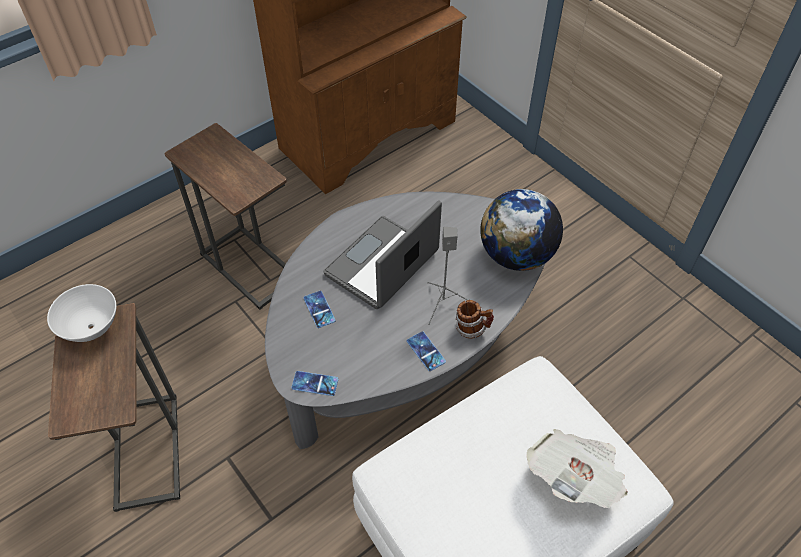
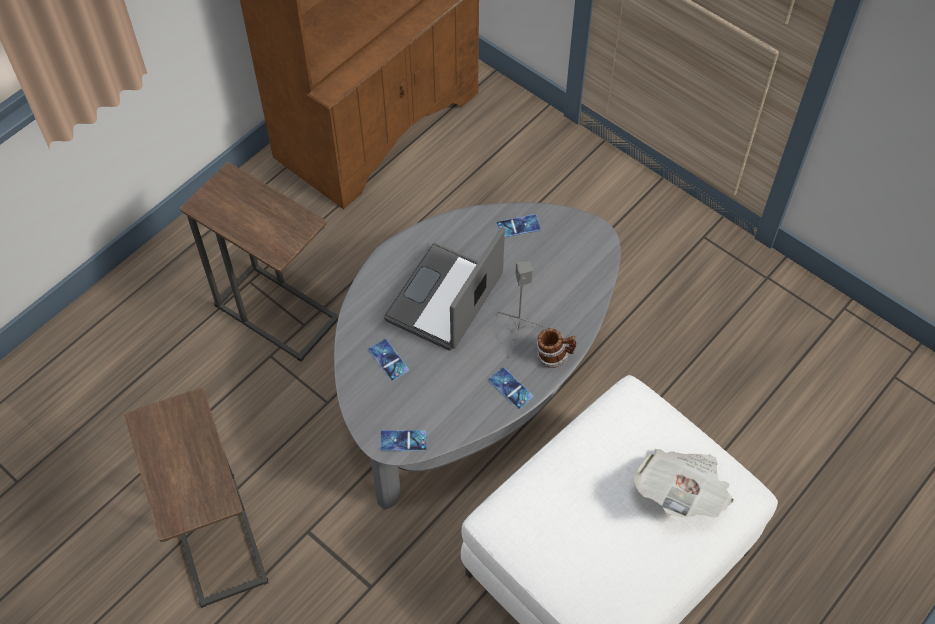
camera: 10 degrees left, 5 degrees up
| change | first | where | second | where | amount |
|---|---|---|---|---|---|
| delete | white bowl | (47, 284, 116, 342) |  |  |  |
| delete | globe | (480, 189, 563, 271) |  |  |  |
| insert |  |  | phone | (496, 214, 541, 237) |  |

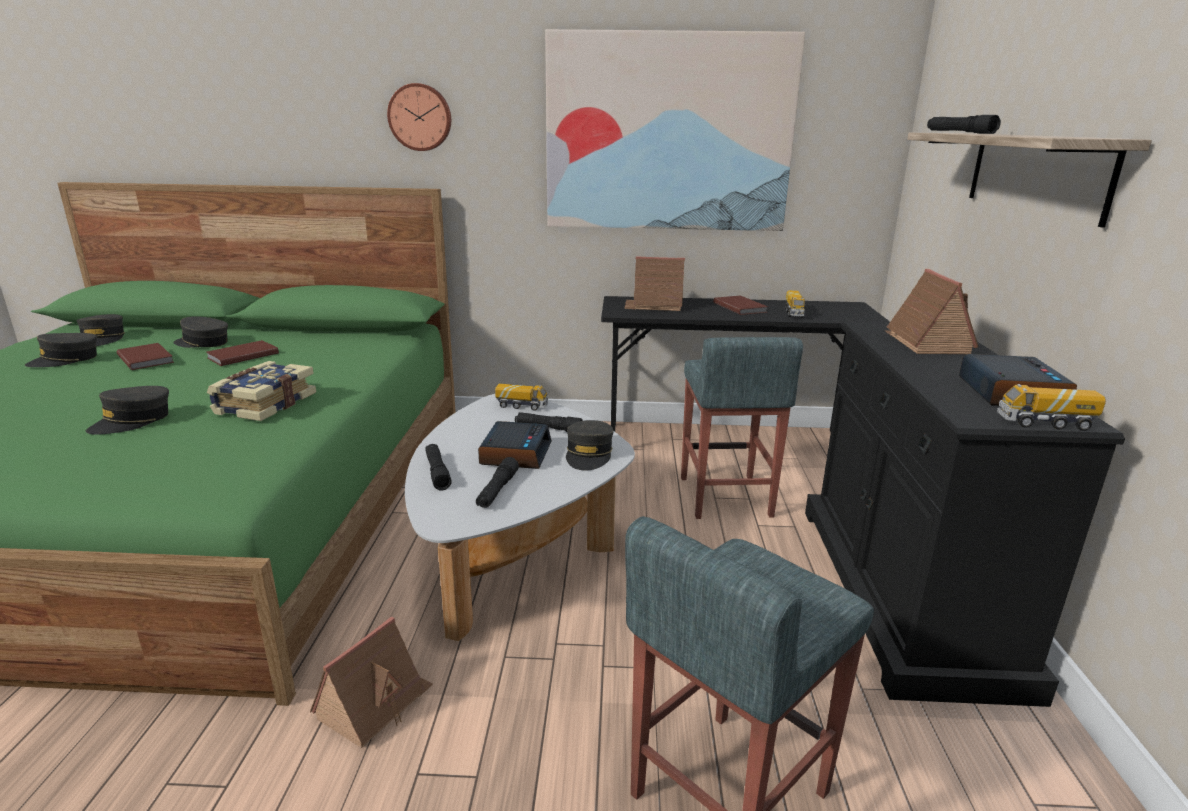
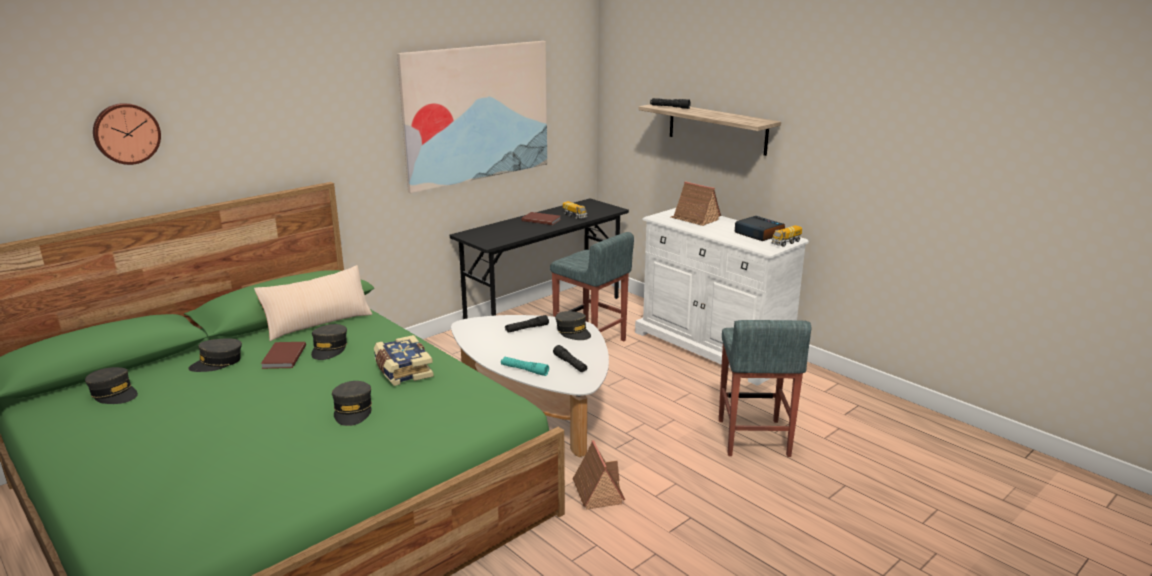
camera: 45 degrees left, 0 degrees up
| change | first | where | second | where | amount |
|---|---|---|---|---|---|
| delete | brown book | (117, 343, 174, 370) |  |  |  |
| delete | alarm clock | (478, 421, 552, 469) |  |  |  |
| delete | toy truck | (495, 384, 548, 411) |  |  |  |
| delete | toy house | (624, 256, 685, 311) |  |  |  |
| insert |  |  | beige pillow | (254, 265, 372, 341) |  |
| move | grey cap | (25, 333, 97, 367) |  | (311, 324, 347, 360) |  |
| move | wall clock | (387, 83, 451, 151) |  | (93, 103, 161, 165) |  |
| recolor | black flashlight | (425, 444, 452, 491) | turquoise flashlight | (501, 357, 549, 376) |  |
| recolor | black dresser | (805, 322, 1125, 707) | white dresser | (635, 208, 809, 386) |  |

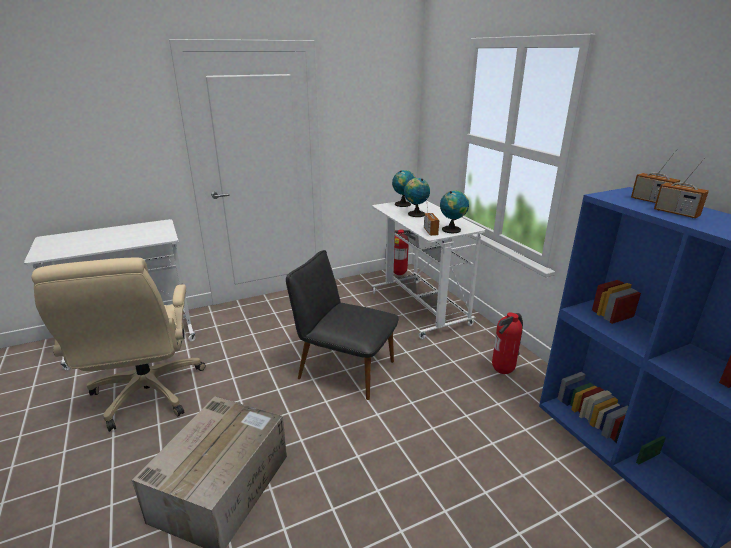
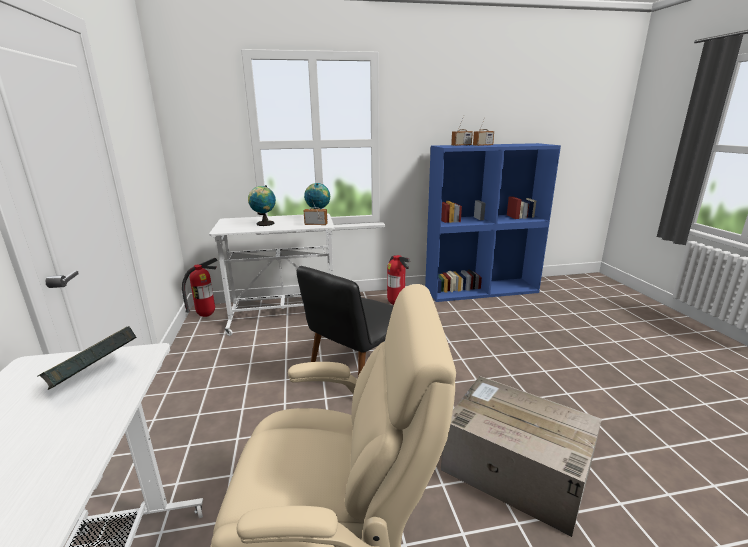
camera: 75 degrees left, 5 degrees down
| change | first | where | second | where | amount |
|---|---|---|---|---|---|
| delete | globe | (392, 170, 416, 207) |  |  |  |
| insert |  |  | book | (38, 326, 137, 390) |  |

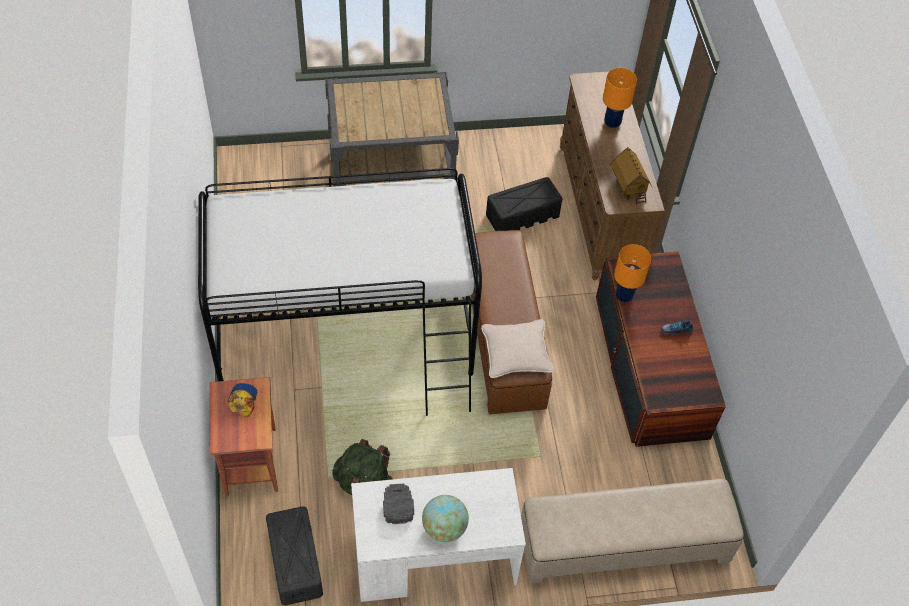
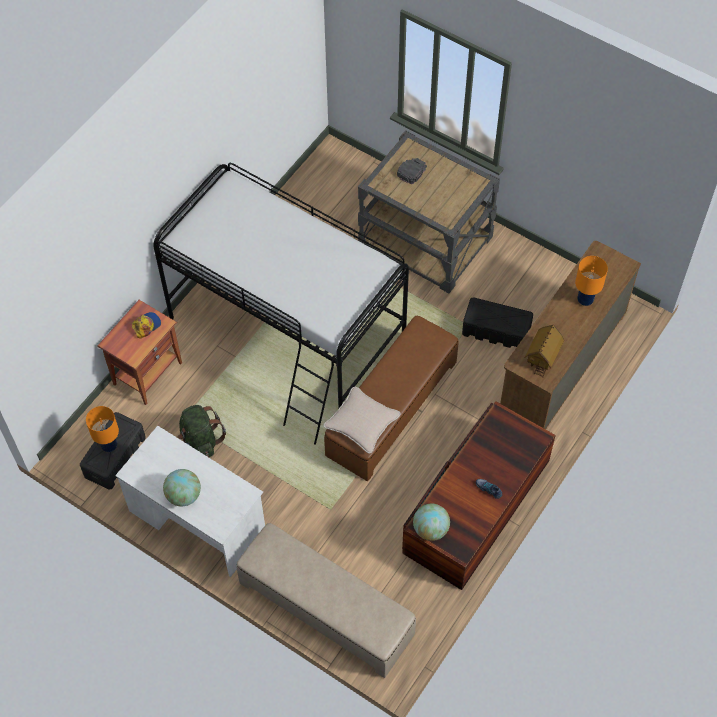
camera: 45 degrees right, 5 degrees up
| change | first | where | second | where | amount |
|---|---|---|---|---|---|
| insert |  |  | globe | (413, 504, 450, 541) |  |
| move | black cap | (383, 483, 414, 524) |  | (397, 158, 427, 184) |  |
| move | orange table lamp | (614, 244, 651, 302) |  | (86, 406, 119, 452) |  |

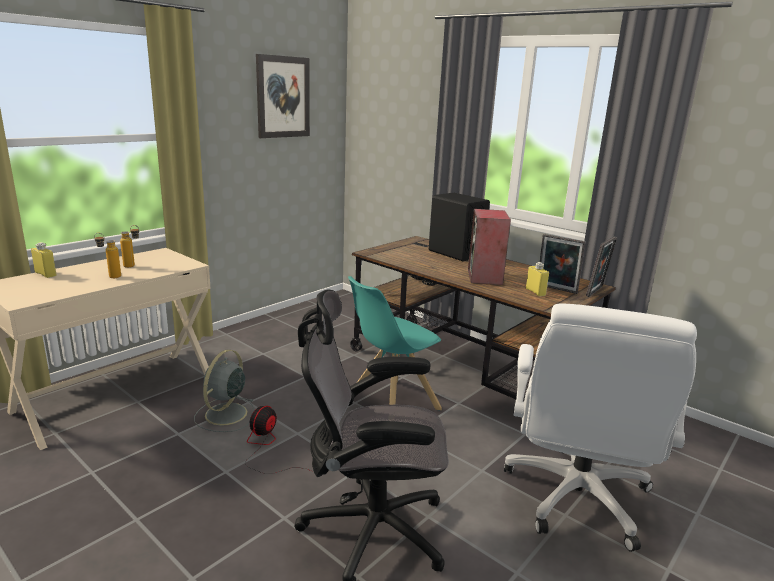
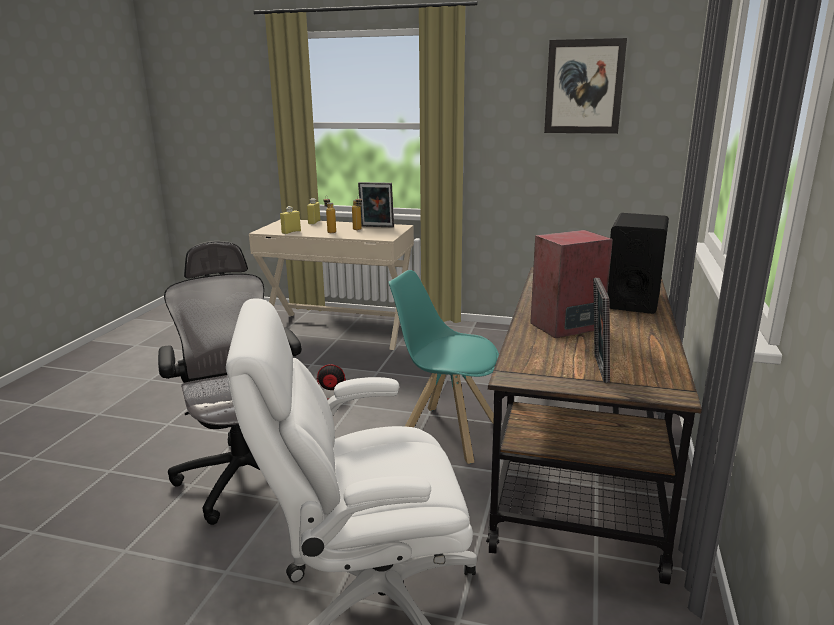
camera: 65 degrees right, 0 degrees up
| change | first | where | second | where | amount |
|---|---|---|---|---|---|
| delete | grey fan | (194, 350, 254, 432) |  |  |  |
| move | yellow bottle | (526, 262, 549, 296) |  | (280, 206, 301, 234) |  |
| move | picture frame | (586, 236, 617, 297) |  | (358, 182, 394, 228) |  |

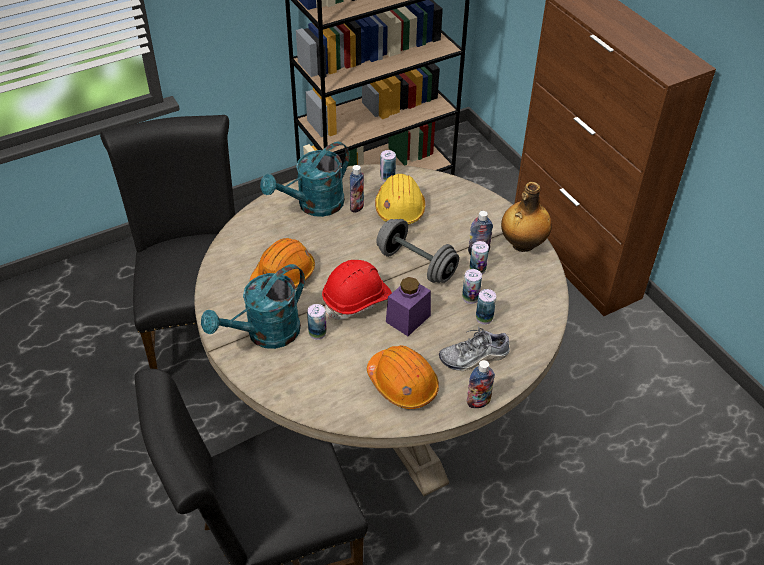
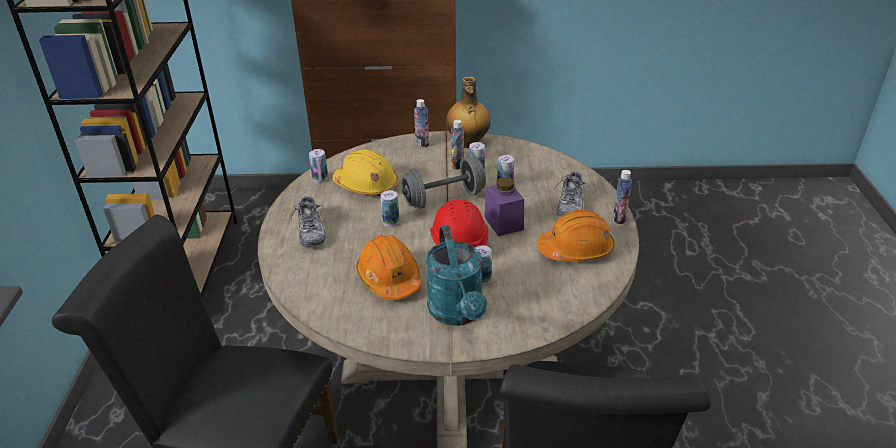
camera: 60 degrees left, 10 degrees down
| change | first | where | second | where | amount |
|---|---|---|---|---|---|
| move | bottle | (350, 165, 364, 213) |  | (414, 99, 429, 147) |  |
| move | can | (476, 289, 496, 325) |  | (380, 190, 399, 227) |  |
| replace | turquoise watering can | (260, 142, 350, 217) | shoe | (291, 196, 327, 247) |  |

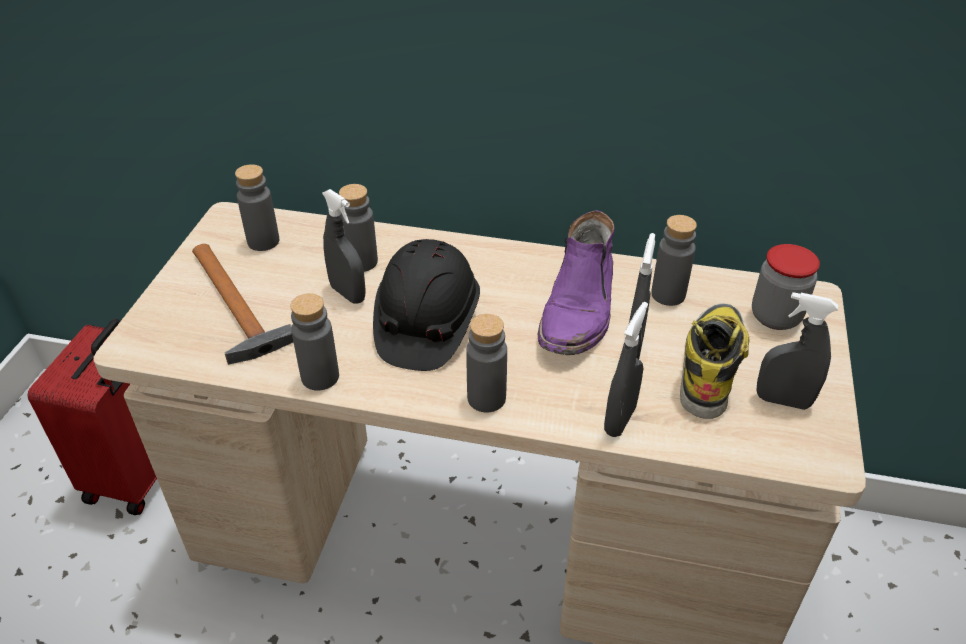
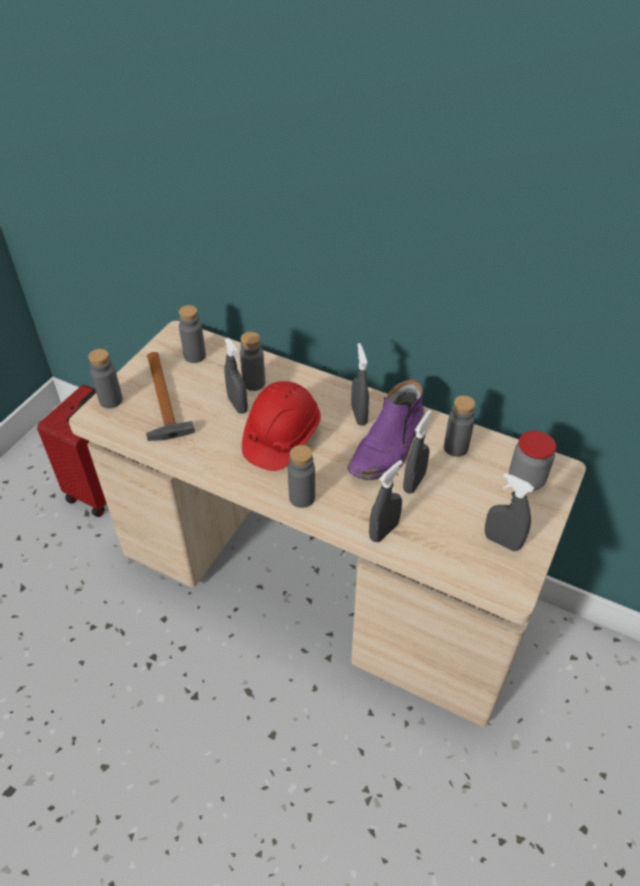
camera: 15 degrees right, 5 degrees up
| change | first | where | second | where | amount |
|---|---|---|---|---|---|
| delete | boot | (680, 303, 750, 419) |  |  |  |
| insert |  |  | grey spray bottle | (351, 343, 369, 426) |  |
| move | grey bottle | (290, 293, 339, 390) |  | (88, 349, 123, 408) |  |
| recolor | black hard hat | (373, 239, 480, 371) | red hard hat | (242, 381, 321, 471) |  |

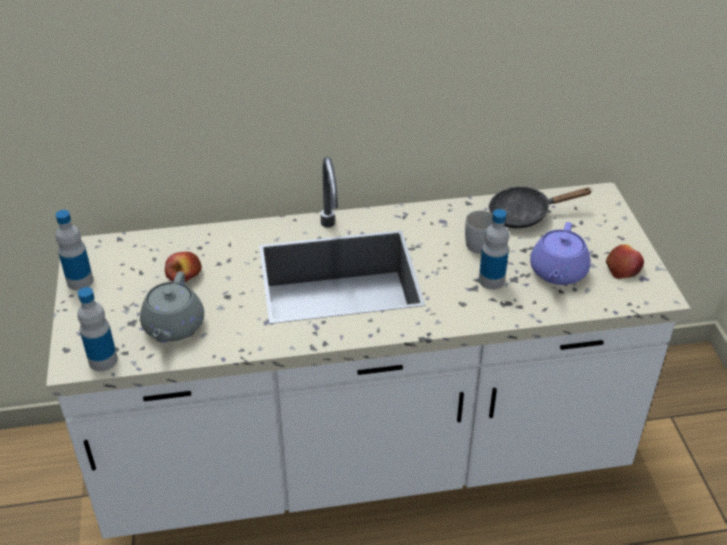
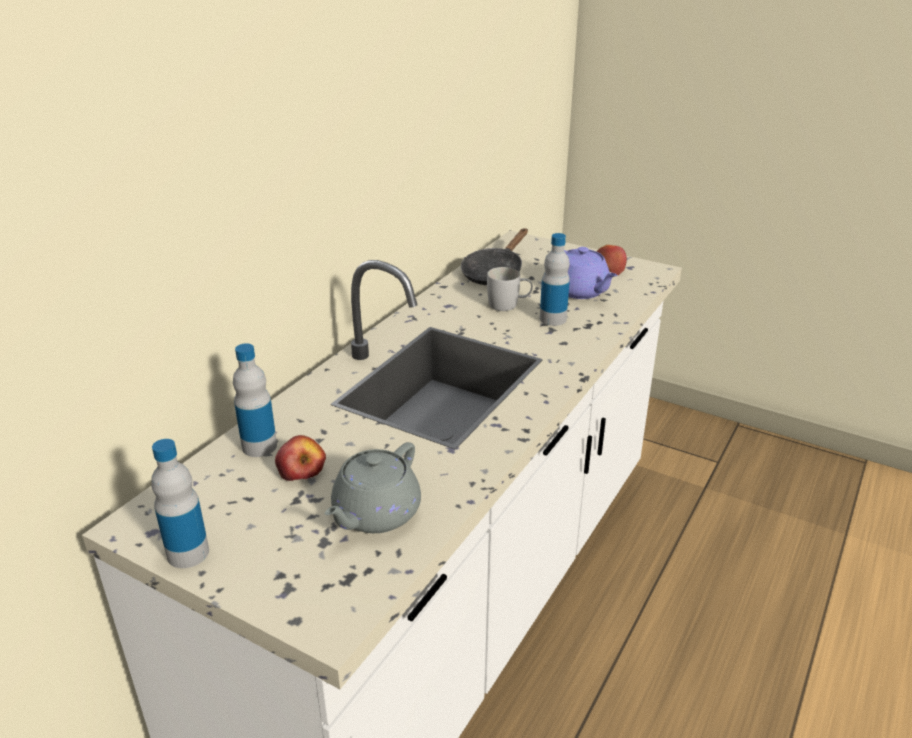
camera: 50 degrees left, 10 degrees down
| change | first | where | second | where | amount |
|---|---|---|---|---|---|
| move | bottle | (78, 287, 118, 371) |  | (233, 343, 277, 457) |  |
| rotate | grey teapot | (140, 272, 204, 343) |  | (325, 442, 421, 533) | 75 degrees clockwise |

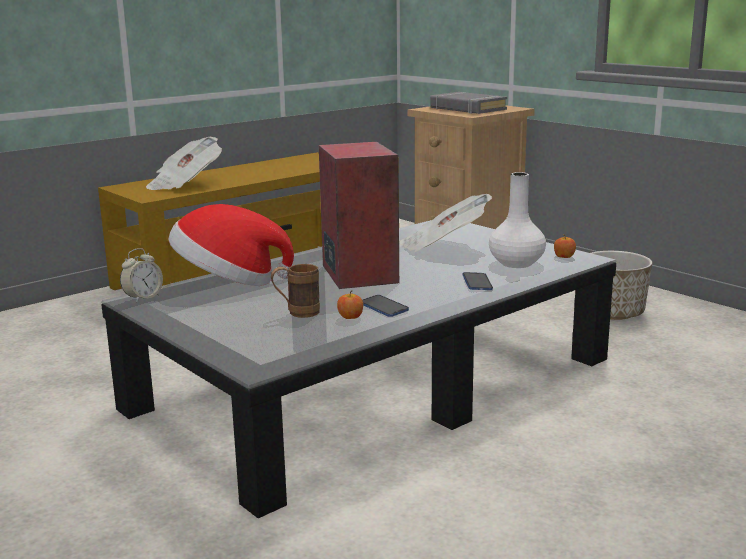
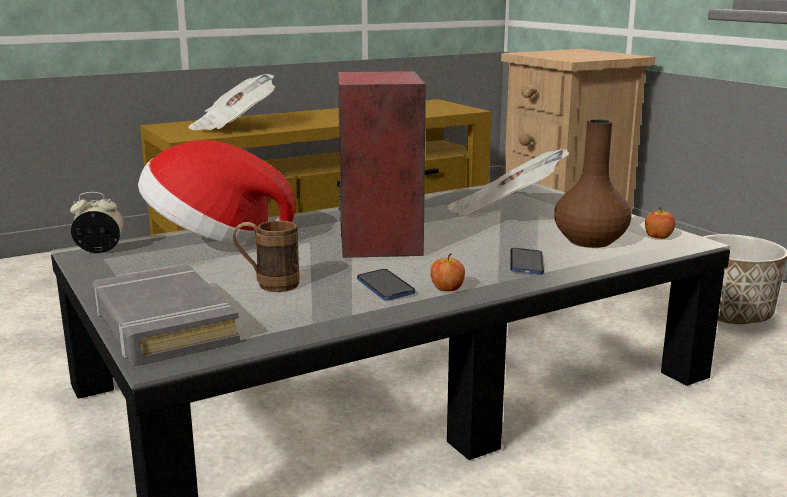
camera: 10 degrees right, 0 degrees up
| change | first | where | second | where | amount |
|---|---|---|---|---|---|
| move | apple | (337, 290, 363, 319) |  | (430, 253, 465, 291) |  |
| move | grey book | (430, 92, 507, 114) |  | (92, 264, 240, 365) |  |
| recolor | white vase | (489, 172, 546, 268) | brown vase | (554, 119, 631, 248) |  |
| rotate | alarm clock | (120, 248, 163, 303) |  | (70, 192, 124, 253) | 150 degrees counterclockwise |

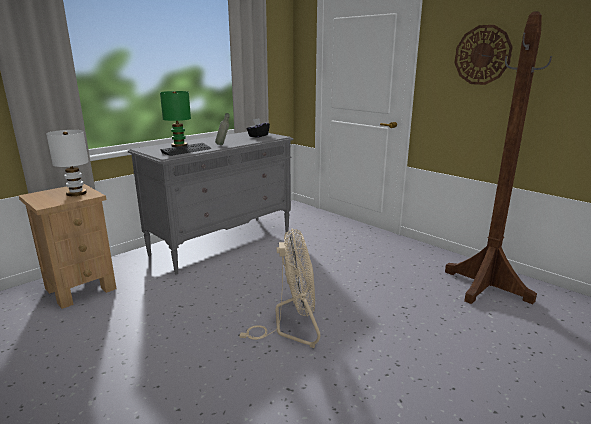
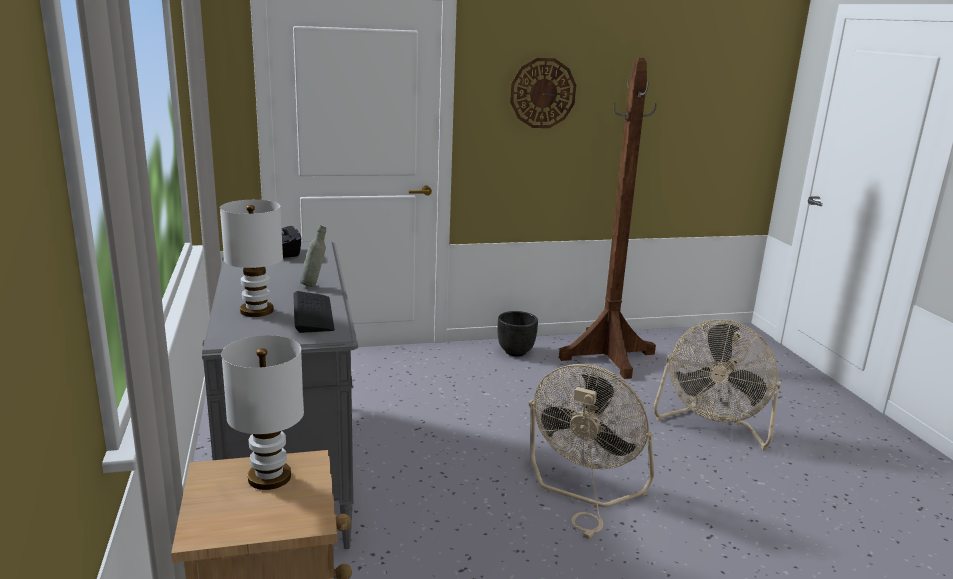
camera: 60 degrees left, 0 degrees up
| change | first | where | second | where | amount |
|---|---|---|---|---|---|
| insert |  |  | black planter | (497, 311, 538, 357) |  |
| insert |  |  | beige fan | (654, 319, 781, 450) |  |
| recolor | green table lamp | (160, 91, 191, 147) | white table lamp | (220, 200, 283, 317) |  |

